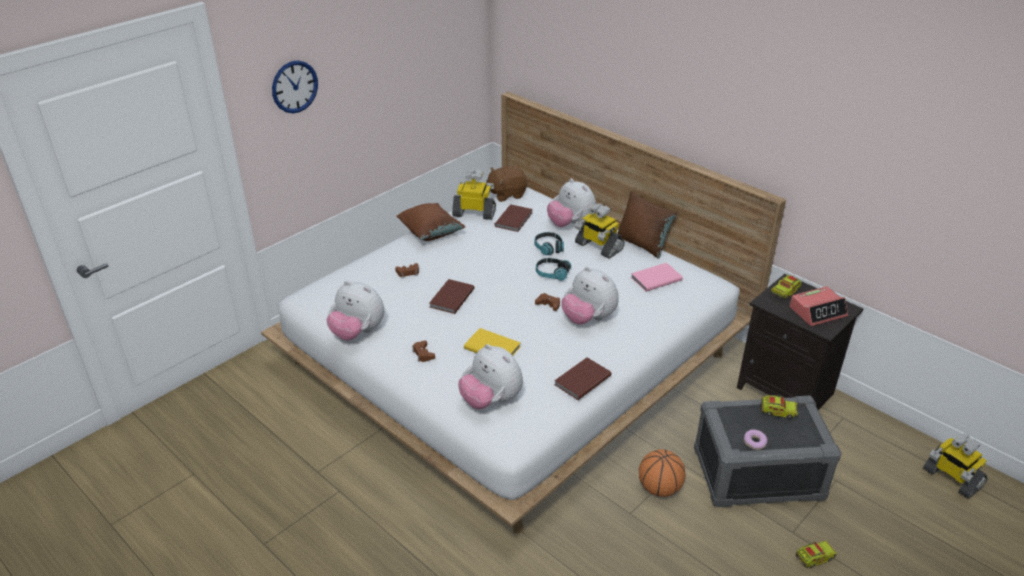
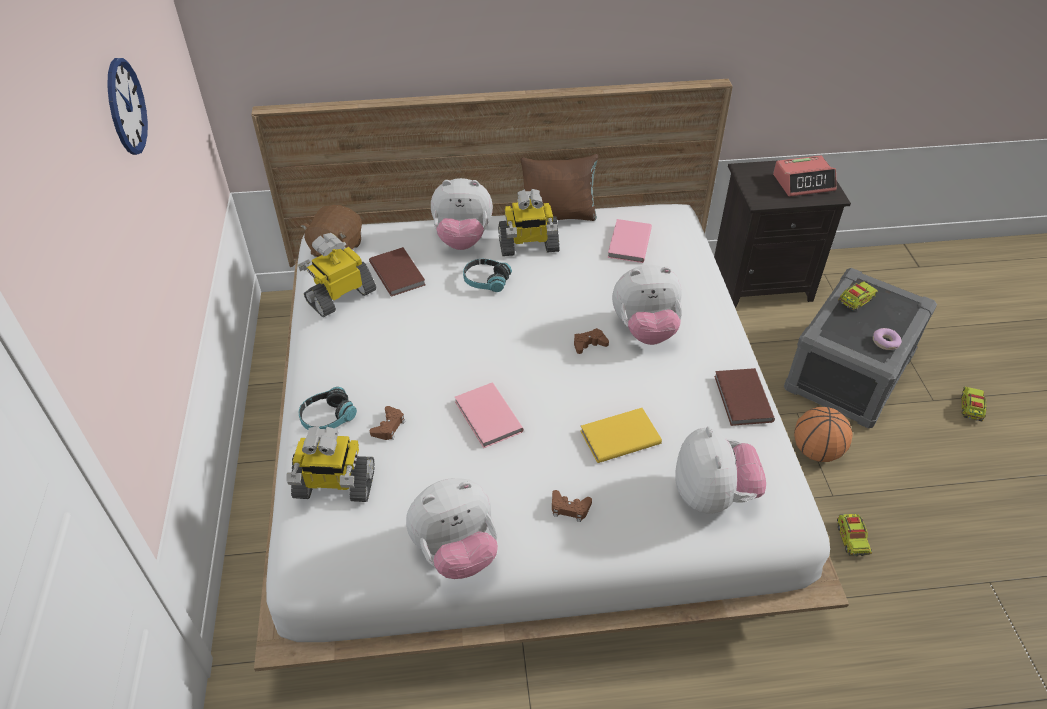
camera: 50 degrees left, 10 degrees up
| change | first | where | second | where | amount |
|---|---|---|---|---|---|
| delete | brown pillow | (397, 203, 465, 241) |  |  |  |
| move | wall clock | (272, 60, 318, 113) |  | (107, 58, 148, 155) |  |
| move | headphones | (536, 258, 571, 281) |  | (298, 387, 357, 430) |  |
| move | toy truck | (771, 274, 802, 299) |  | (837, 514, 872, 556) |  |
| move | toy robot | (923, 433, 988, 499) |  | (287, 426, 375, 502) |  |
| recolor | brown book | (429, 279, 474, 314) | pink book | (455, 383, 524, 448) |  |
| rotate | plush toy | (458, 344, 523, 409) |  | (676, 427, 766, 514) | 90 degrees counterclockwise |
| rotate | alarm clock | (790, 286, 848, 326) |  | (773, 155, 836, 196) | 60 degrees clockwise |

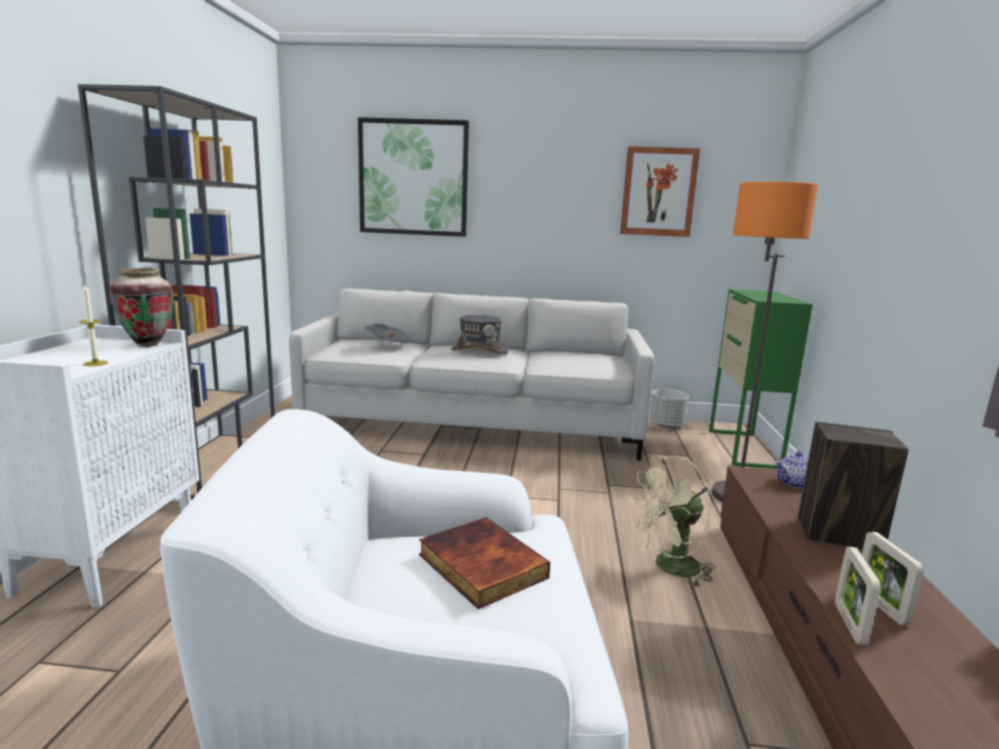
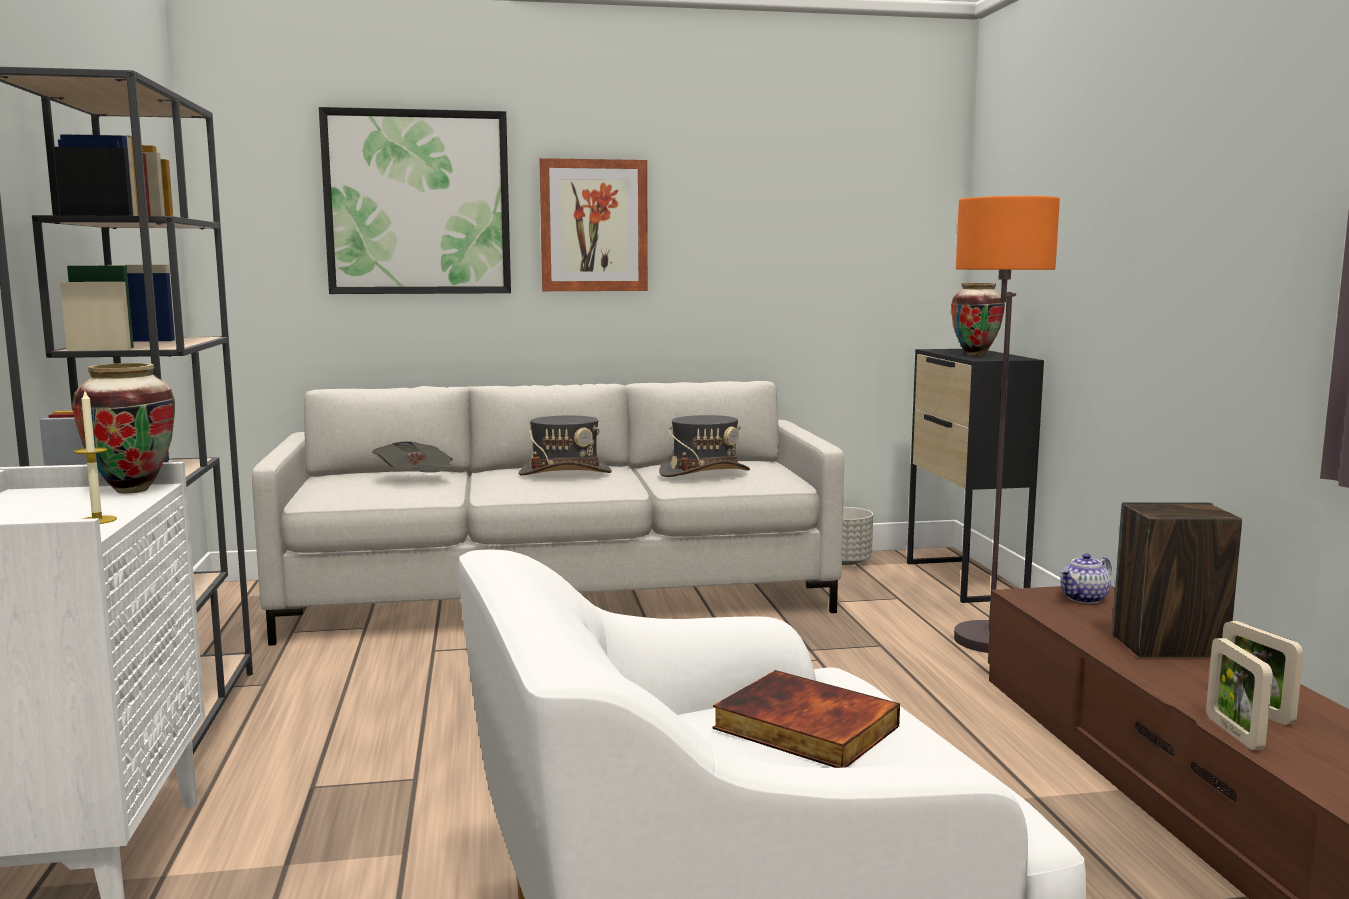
camera: 15 degrees left, 5 degrees down
| change | first | where | second | where | amount |
|---|---|---|---|---|---|
| delete | beige fan | (631, 456, 715, 588) |  |  |  |
| insert |  |  | grey hat | (659, 415, 750, 477) |  |
| insert |  |  | vase | (951, 283, 1005, 356) |  |
| move | picture | (620, 146, 700, 237) |  | (539, 158, 648, 291) |  |
| recolor | green cabinet | (709, 289, 813, 469) | black cabinet | (907, 349, 1044, 603) |  |

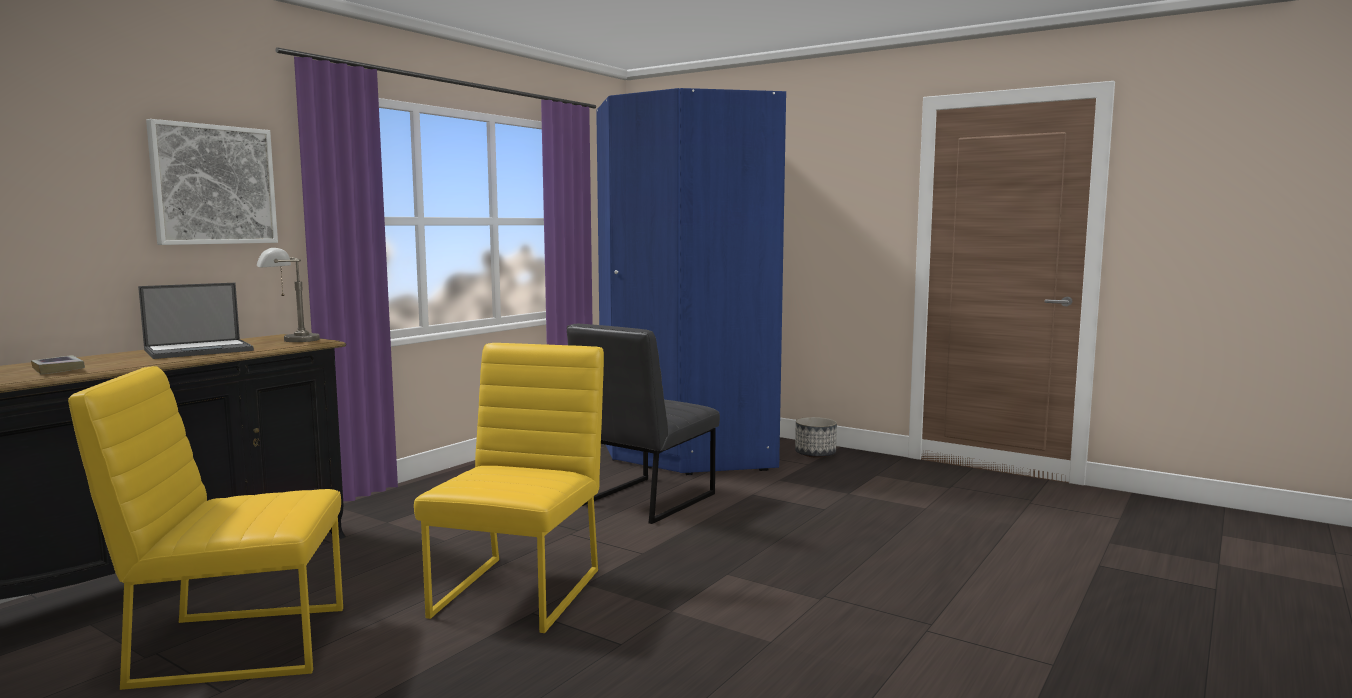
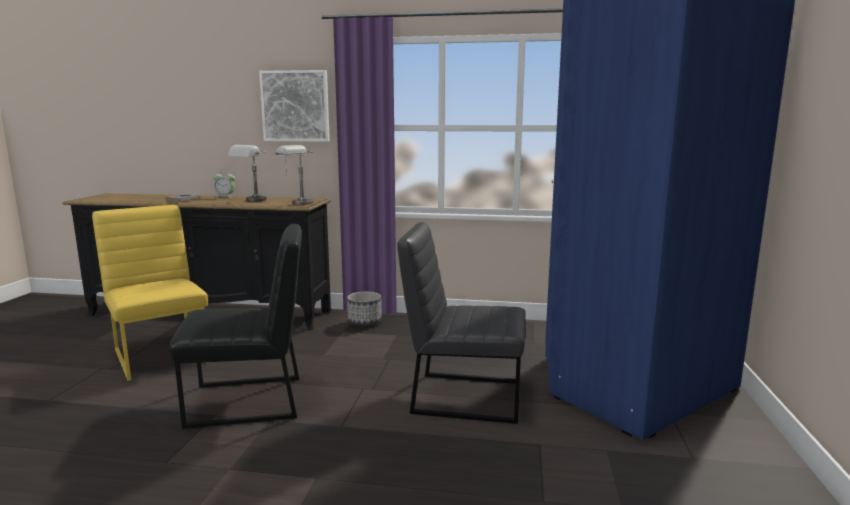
camera: 65 degrees right, 5 degrees up
| change | first | where | second | where | amount |
|---|---|---|---|---|---|
| insert |  |  | alarm clock | (213, 173, 235, 198) |  |
| move | planter | (795, 417, 837, 458) |  | (347, 291, 382, 326) |  |
| replace | laptop | (138, 283, 254, 359) | grey table lamp | (228, 145, 267, 202) |  |
| recolor | yellow chair | (414, 343, 604, 633) | black chair | (169, 224, 302, 429) |  |

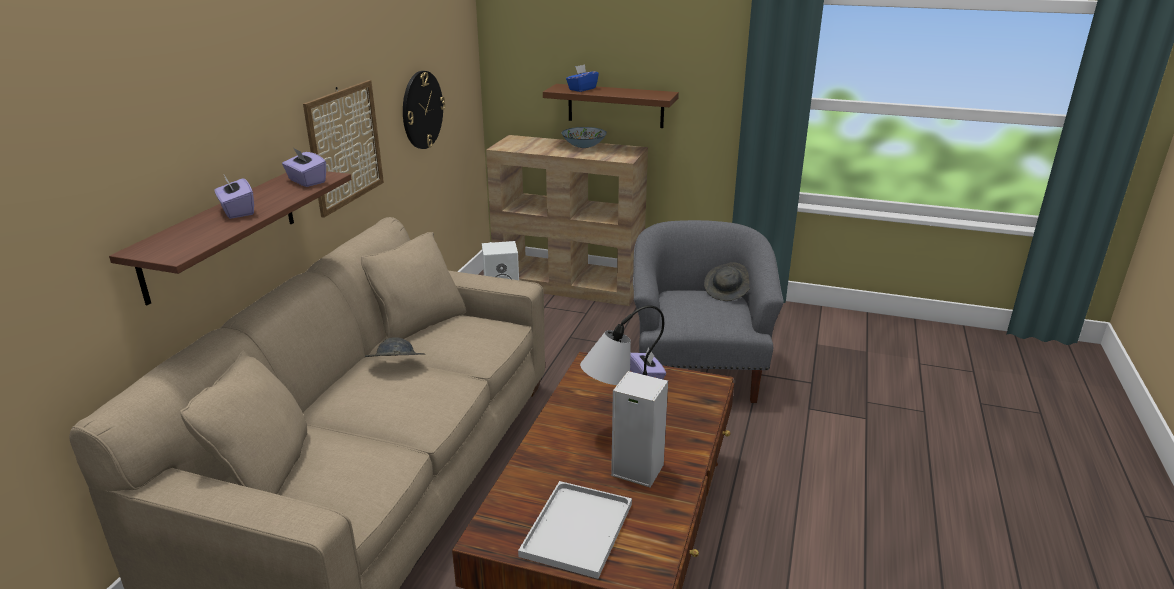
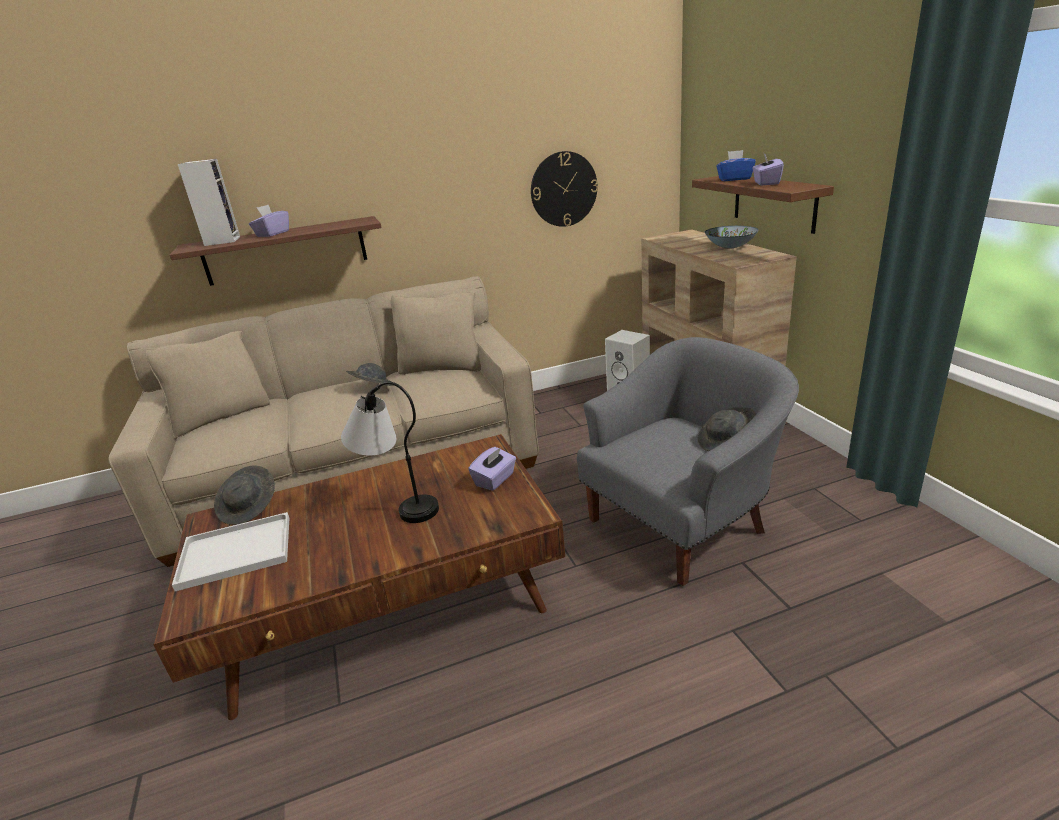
camera: 55 degrees right, 0 degrees up
| change | first | where | second | where | amount |
|---|---|---|---|---|---|
| delete | picture | (303, 80, 384, 218) |  |  |  |
| insert |  |  | grey hat | (214, 466, 275, 525) |  |
| move | purple tissue box | (282, 148, 326, 187) |  | (752, 154, 784, 186) |  |
| move | speaker | (611, 371, 668, 487) |  | (178, 159, 240, 246) |  |

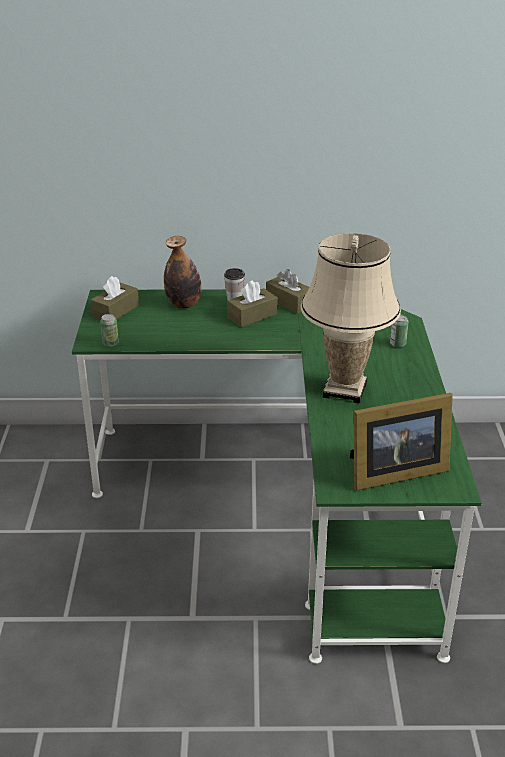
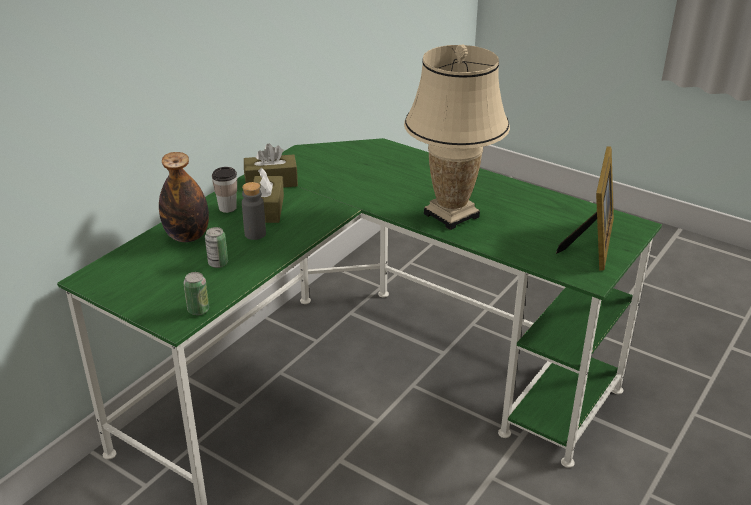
camera: 55 degrees left, 0 degrees up
| change | first | where | second | where | amount |
|---|---|---|---|---|---|
| delete | brown tissue box | (91, 276, 139, 320) |  |  |  |
| insert |  |  | grey bottle | (242, 182, 266, 240) |  |
| move | can | (390, 315, 409, 347) |  | (205, 227, 228, 268) |  |

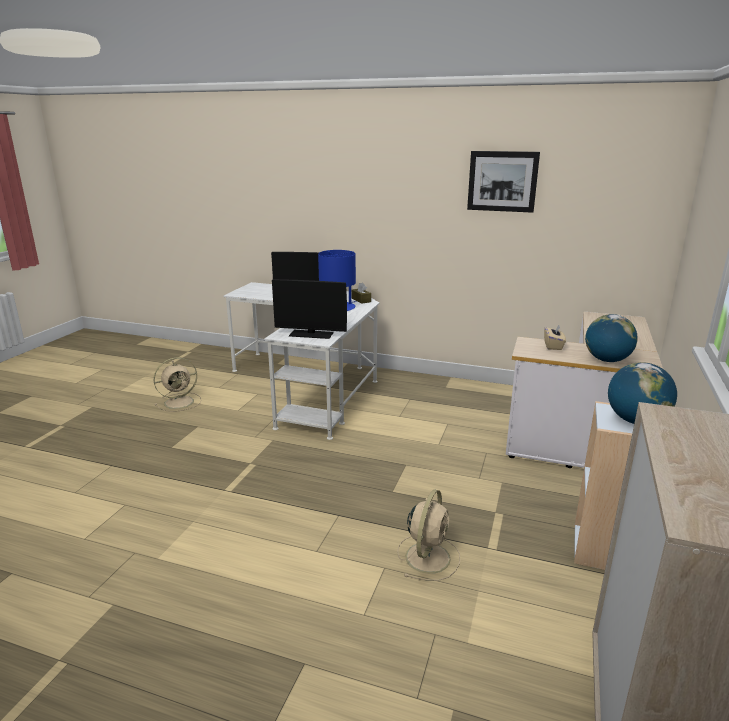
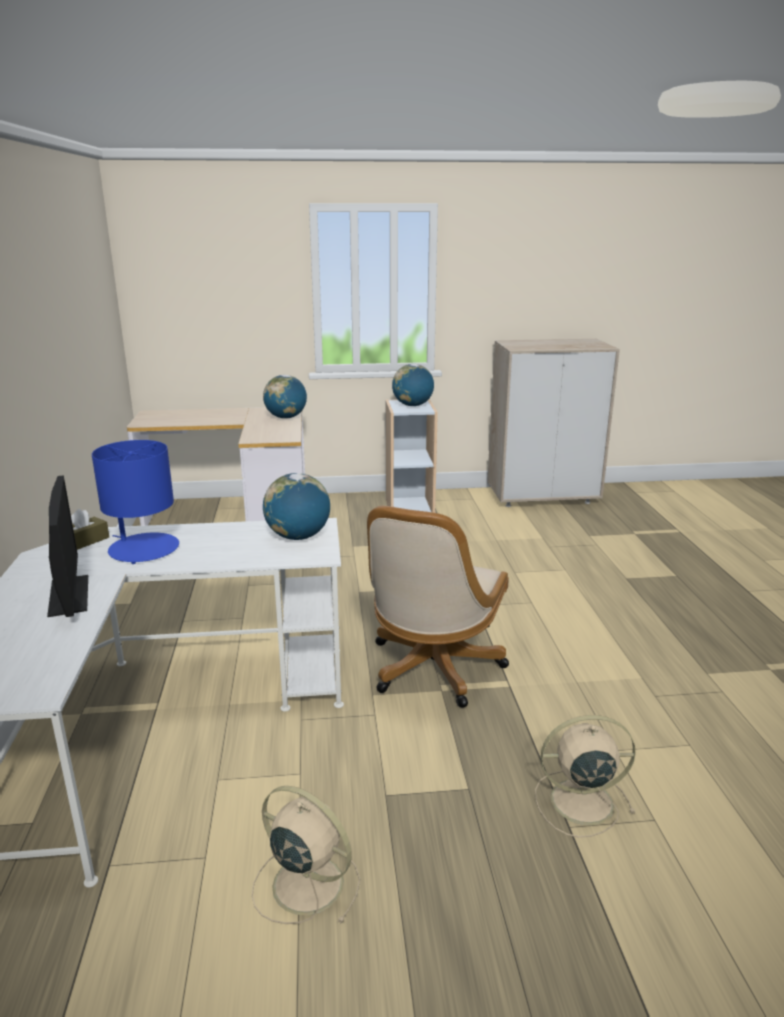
camera: 115 degrees left, 0 degrees up
| change | first | where | second | where | amount |
|---|---|---|---|---|---|
| delete | picture | (467, 151, 540, 213) |  |  |  |
| delete | beige tissue box | (544, 324, 566, 350) |  |  |  |
| insert |  |  | office chair | (367, 506, 509, 708) |  |
| move | beige fan | (397, 490, 460, 581) |  | (535, 715, 636, 838) |  |
| replace | monitor | (272, 279, 347, 339) | globe | (263, 473, 330, 540) |  |

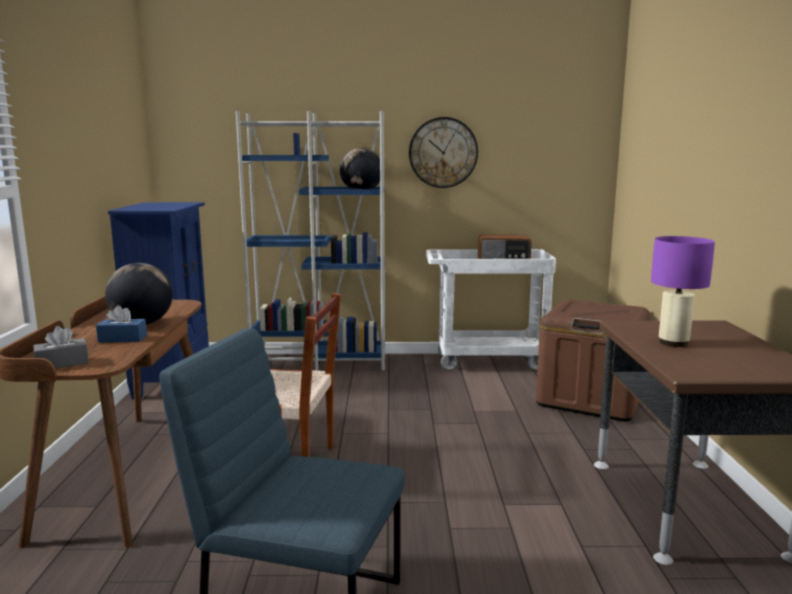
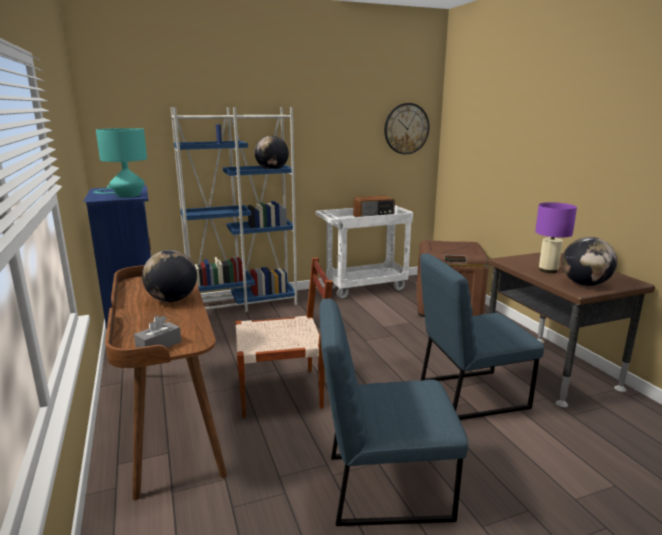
camera: 20 degrees left, 5 degrees up
| change | first | where | second | where | amount |
|---|---|---|---|---|---|
| delete | blue tissue box | (96, 305, 147, 343) |  |  |  |
| insert |  |  | turquoise table lamp | (93, 128, 147, 198) |  |
| insert |  |  | blue chair | (420, 253, 544, 420) |  |
| insert |  |  | globe | (562, 237, 617, 286) |  |
| move | wall clock | (409, 117, 478, 188) |  | (384, 103, 429, 154) |  |

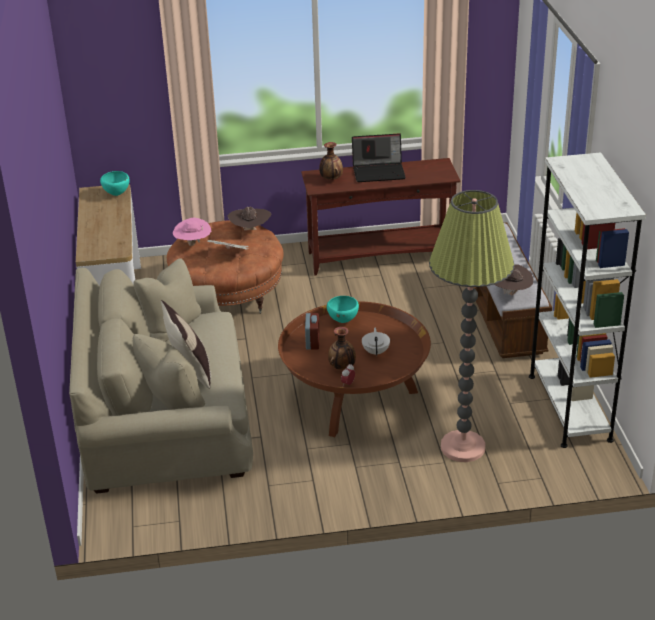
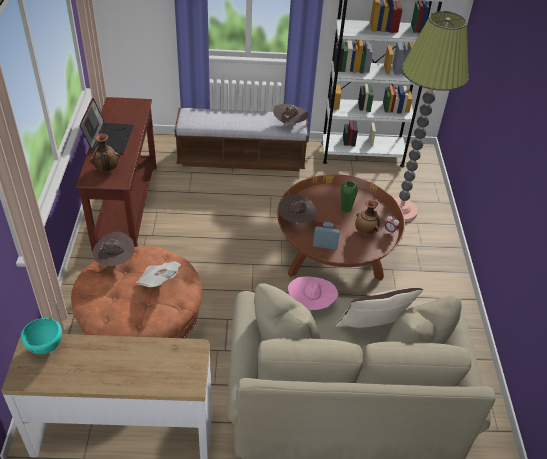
camera: 85 degrees left, 10 degrees up
| change | first | where | second | where | amount |
|---|---|---|---|---|---|
| move | pink hat | (173, 217, 211, 246) |  | (288, 276, 338, 310) |  |
| replace | turquoise bowl | (327, 296, 359, 323) | brown hat | (279, 194, 317, 224) |  |
| replace | white teapot | (362, 328, 390, 356) | green vase | (341, 181, 358, 213) |  |

